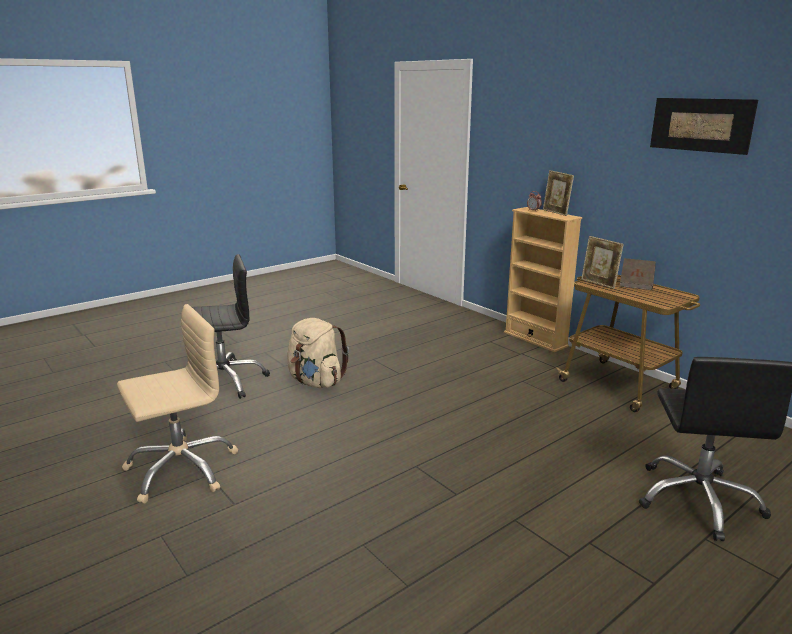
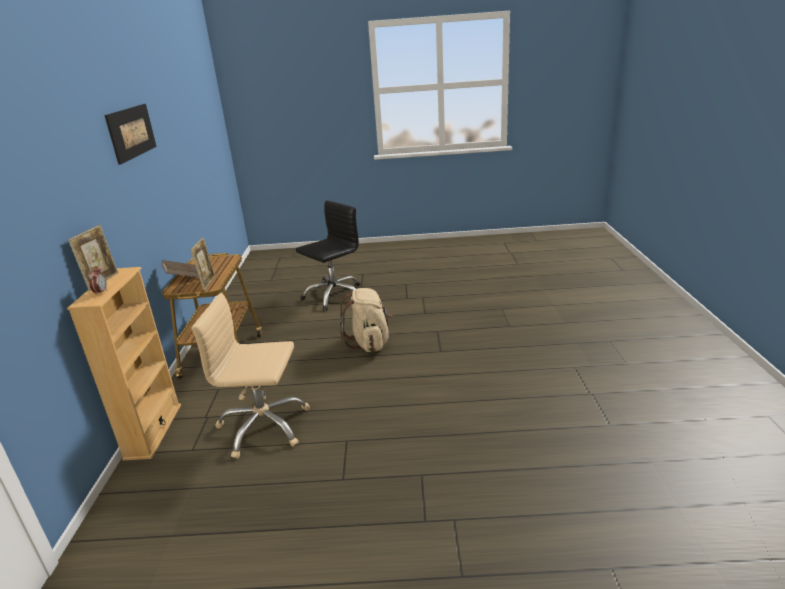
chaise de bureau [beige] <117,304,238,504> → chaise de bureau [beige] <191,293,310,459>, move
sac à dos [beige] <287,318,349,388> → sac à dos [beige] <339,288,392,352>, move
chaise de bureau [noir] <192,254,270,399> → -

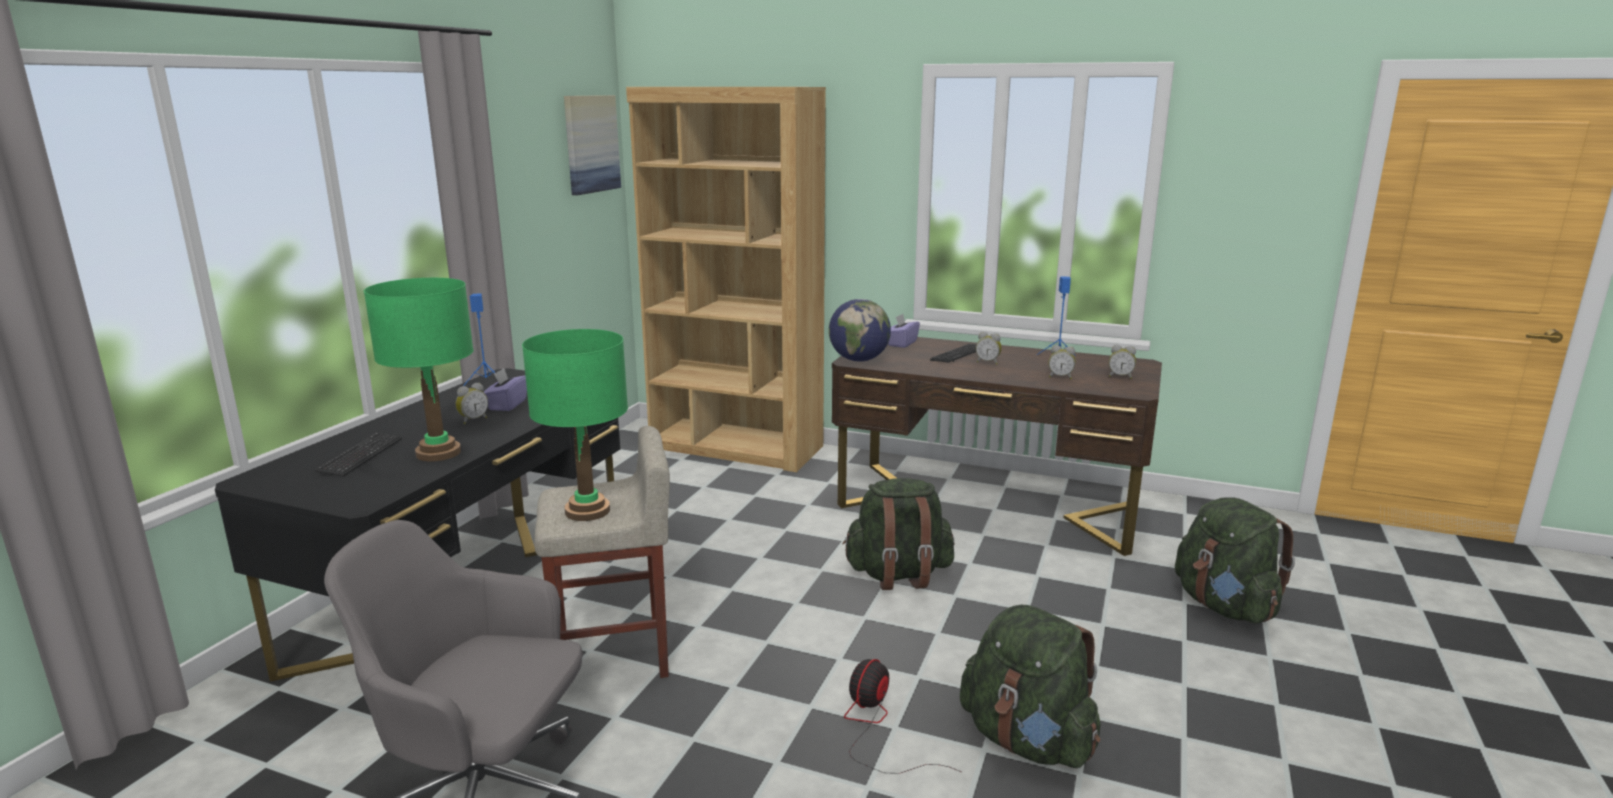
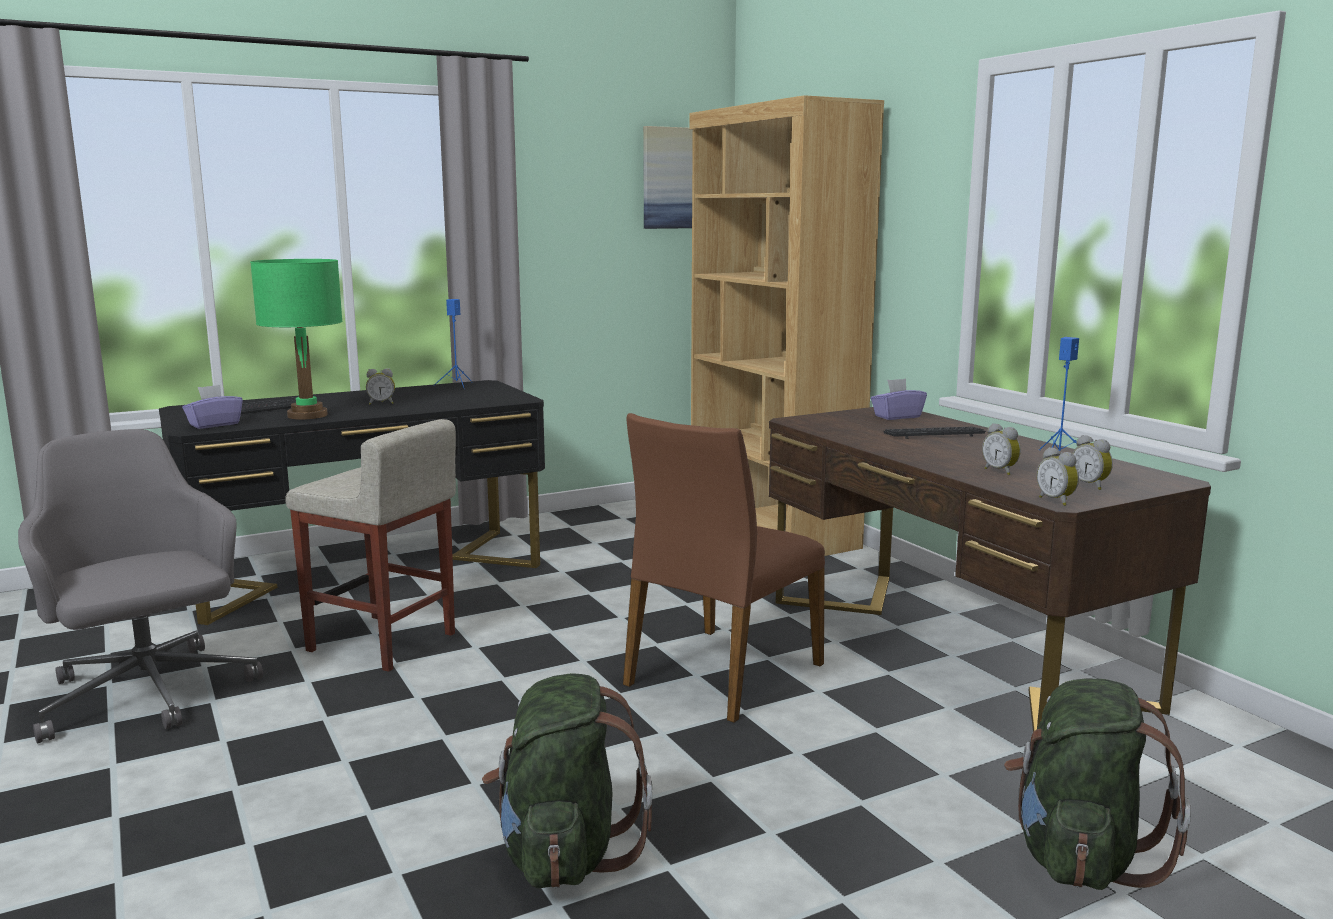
boîte à mouchoirs [violet] <483,368,527,411> → boîte à mouchoirs [violet] <182,385,243,429>, move
sac à dos [vert] <843,478,955,590> → chaise [marron] <623,413,825,723>
réveil <976,332,1002,365> → réveil <1037,447,1079,506>, move
lampe de table [vert] <522,329,628,521> → -
globe <829,299,891,362> → -
ventilateur <844,659,961,774> → -

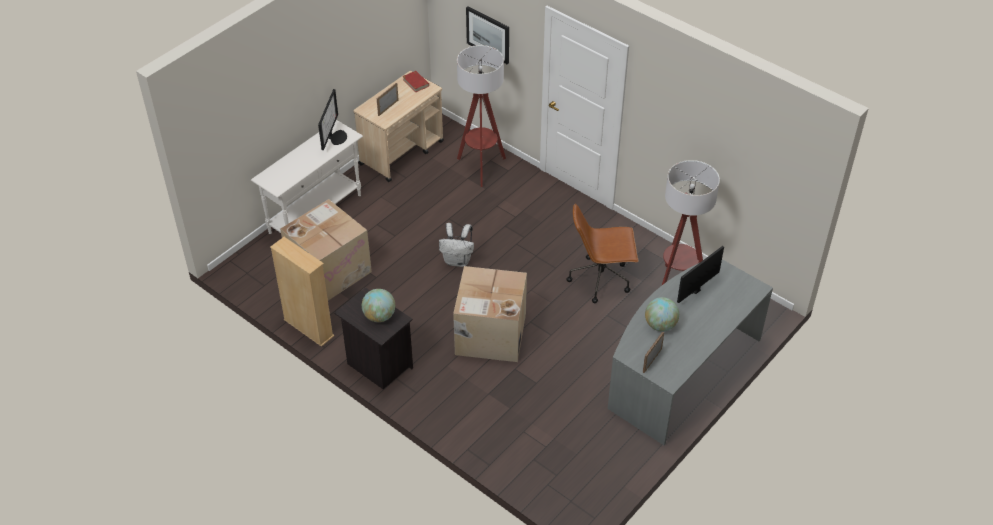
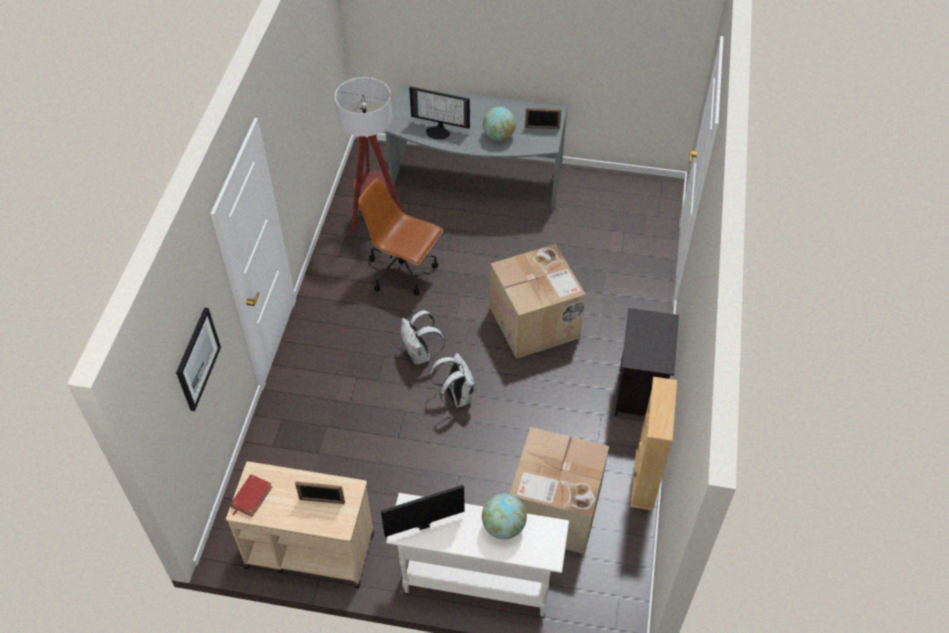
chaise de bureau [marron] <566,203,638,303> → chaise de bureau [marron] <358,178,443,295>, 150 degrees clockwise
- → sac à dos [blanc] <401,310,445,364>
globe <362,289,395,322> → globe <482,493,527,539>, move
lampadaire <457,45,506,187> → -

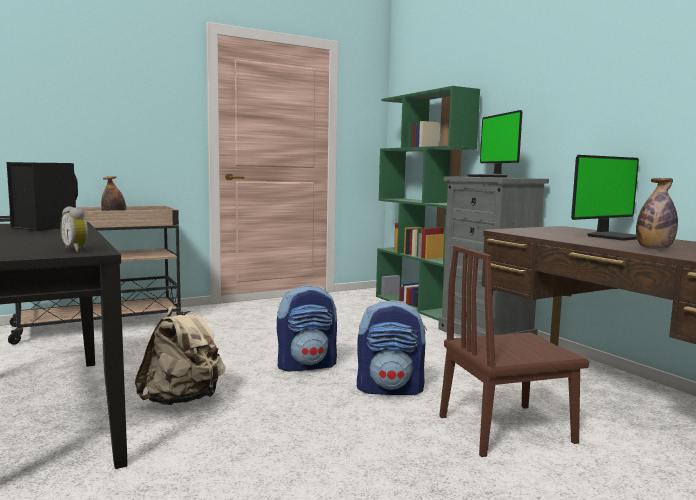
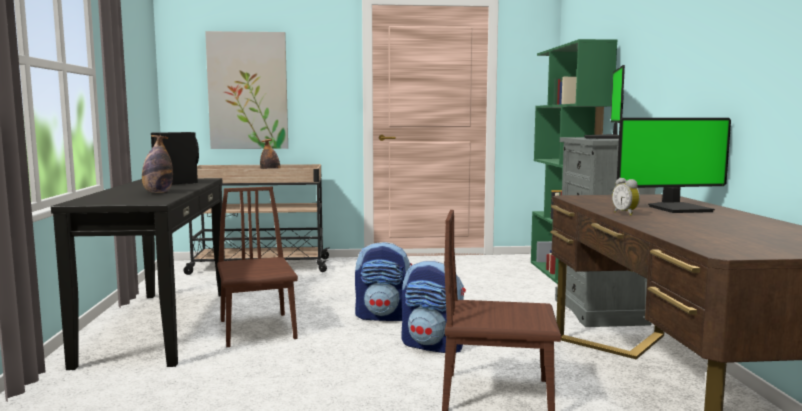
bouteille <636,178,678,249> → bouteille <142,135,173,193>, move
- → tableau <205,31,288,149>
sac à dos [beige] <135,303,225,405> → chaise [marron] <217,187,298,347>
réveil <60,206,88,252> → réveil <612,178,640,216>, move

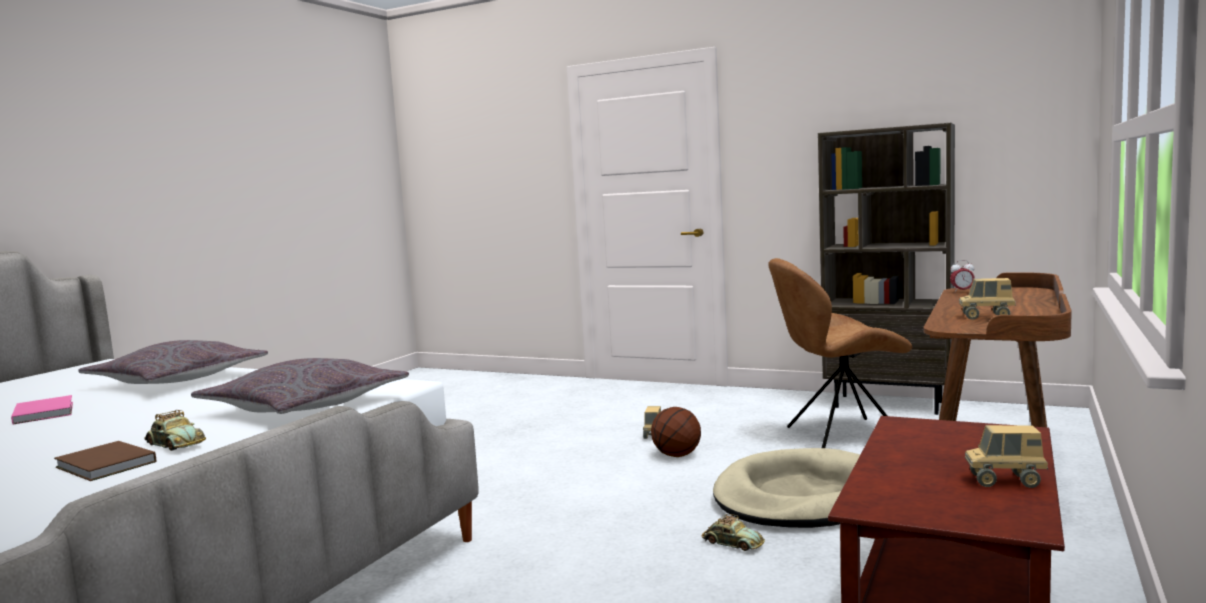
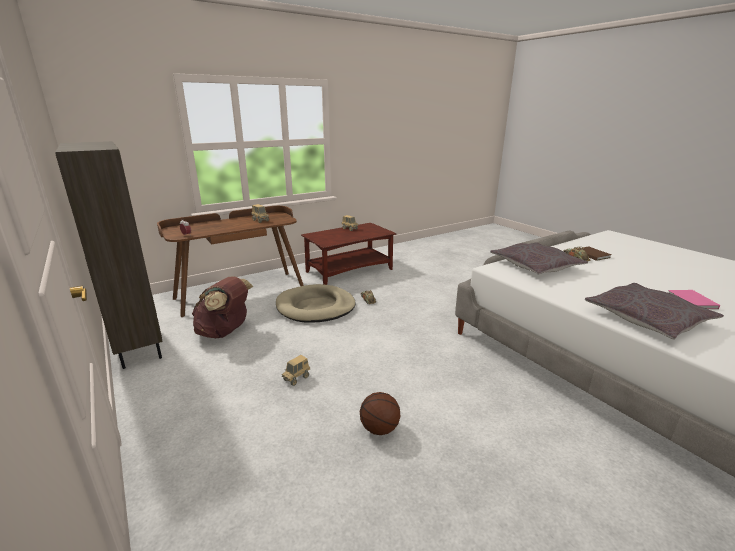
chaise [marron] <768,258,913,448> → sac à dos [marron] <192,276,253,338>
ballon de basket <651,407,701,457> → ballon de basket <360,392,401,435>, move

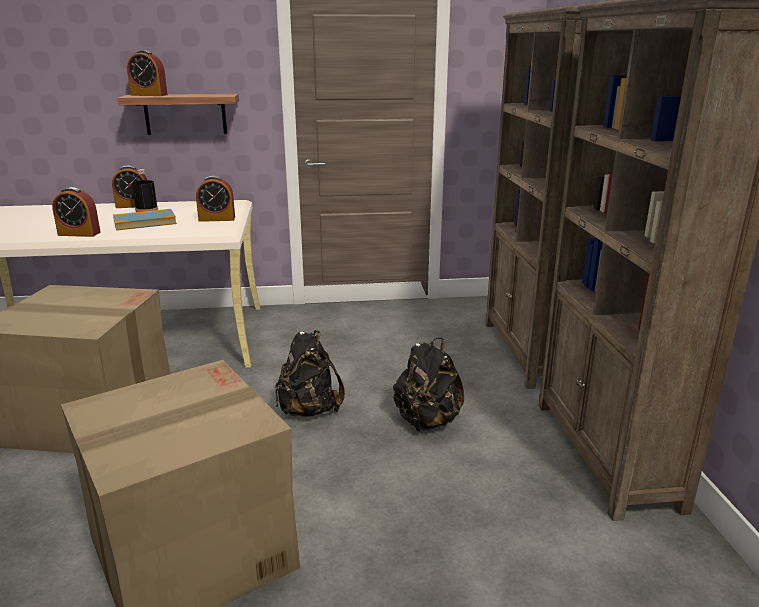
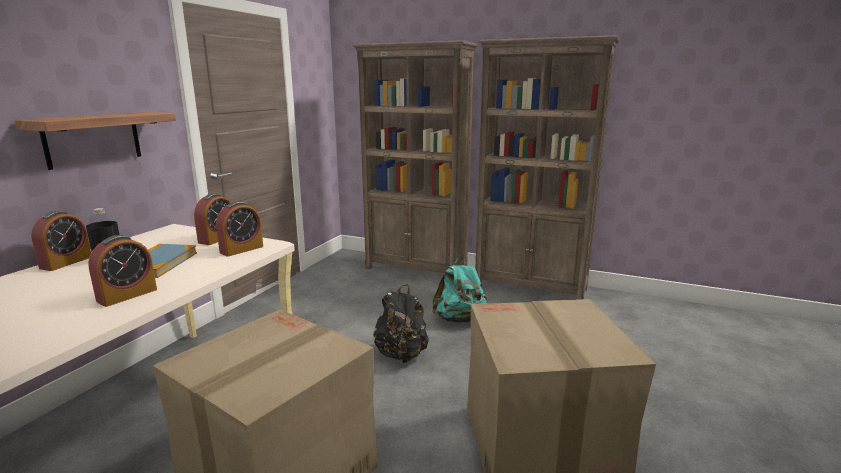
réveil <127,50,168,96> → réveil <216,201,263,257>, move
sac à dos [noir] <393,338,464,432> → sac à dos [turquoise] <432,257,487,323>

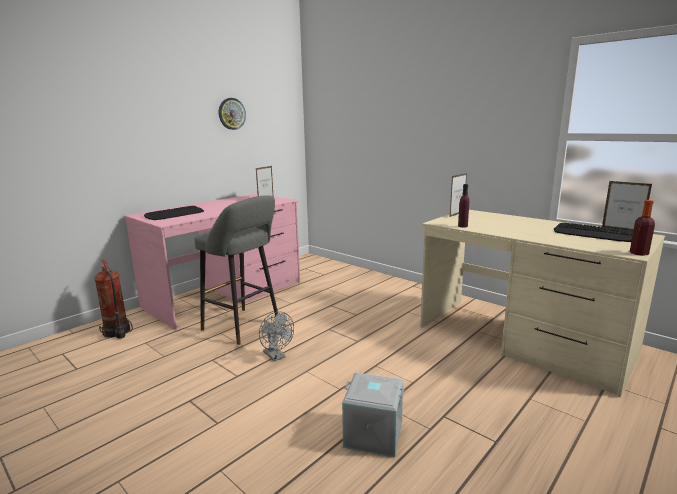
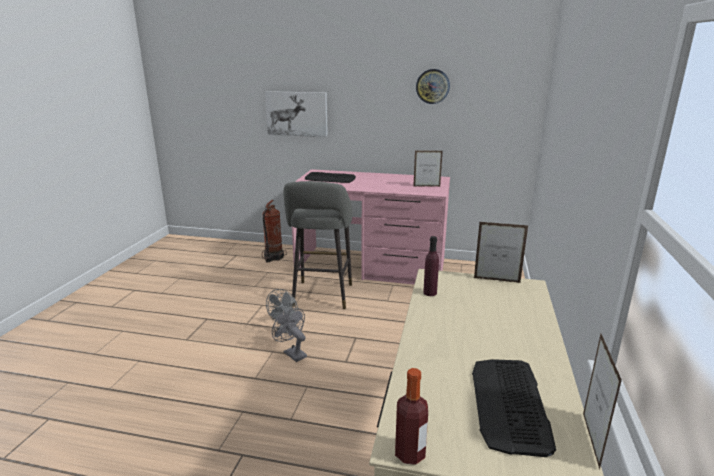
- → tableau <265,91,328,137>
- → ventilateur [gris] <272,308,307,362>
boîte de rangement [gris] <342,373,404,457> → -

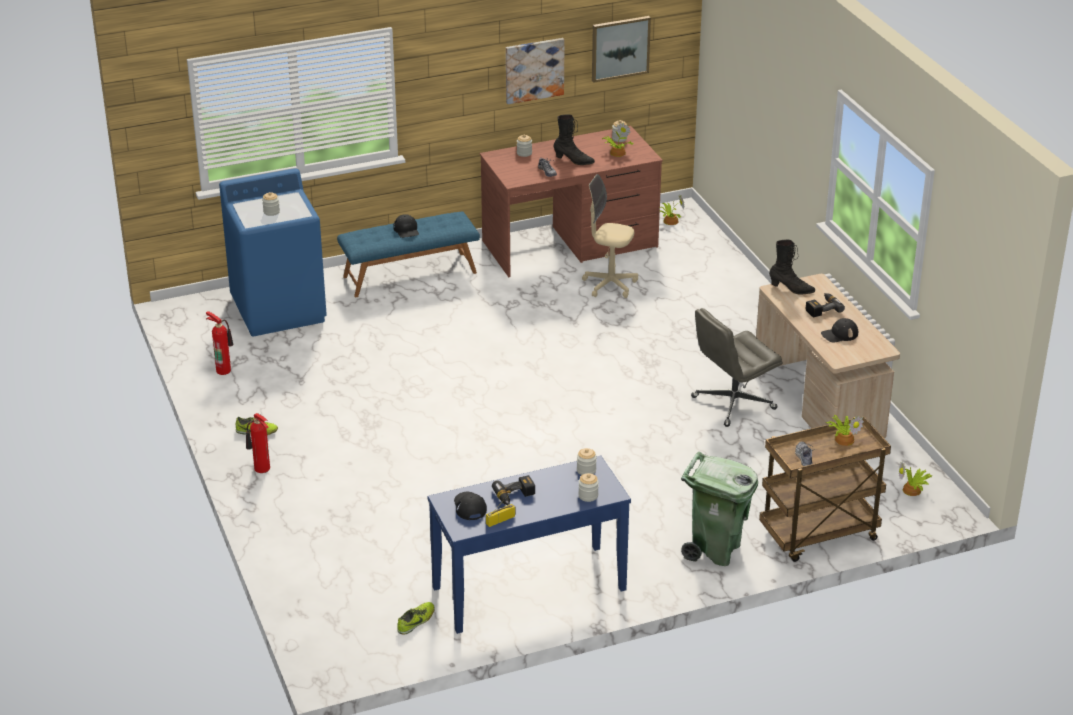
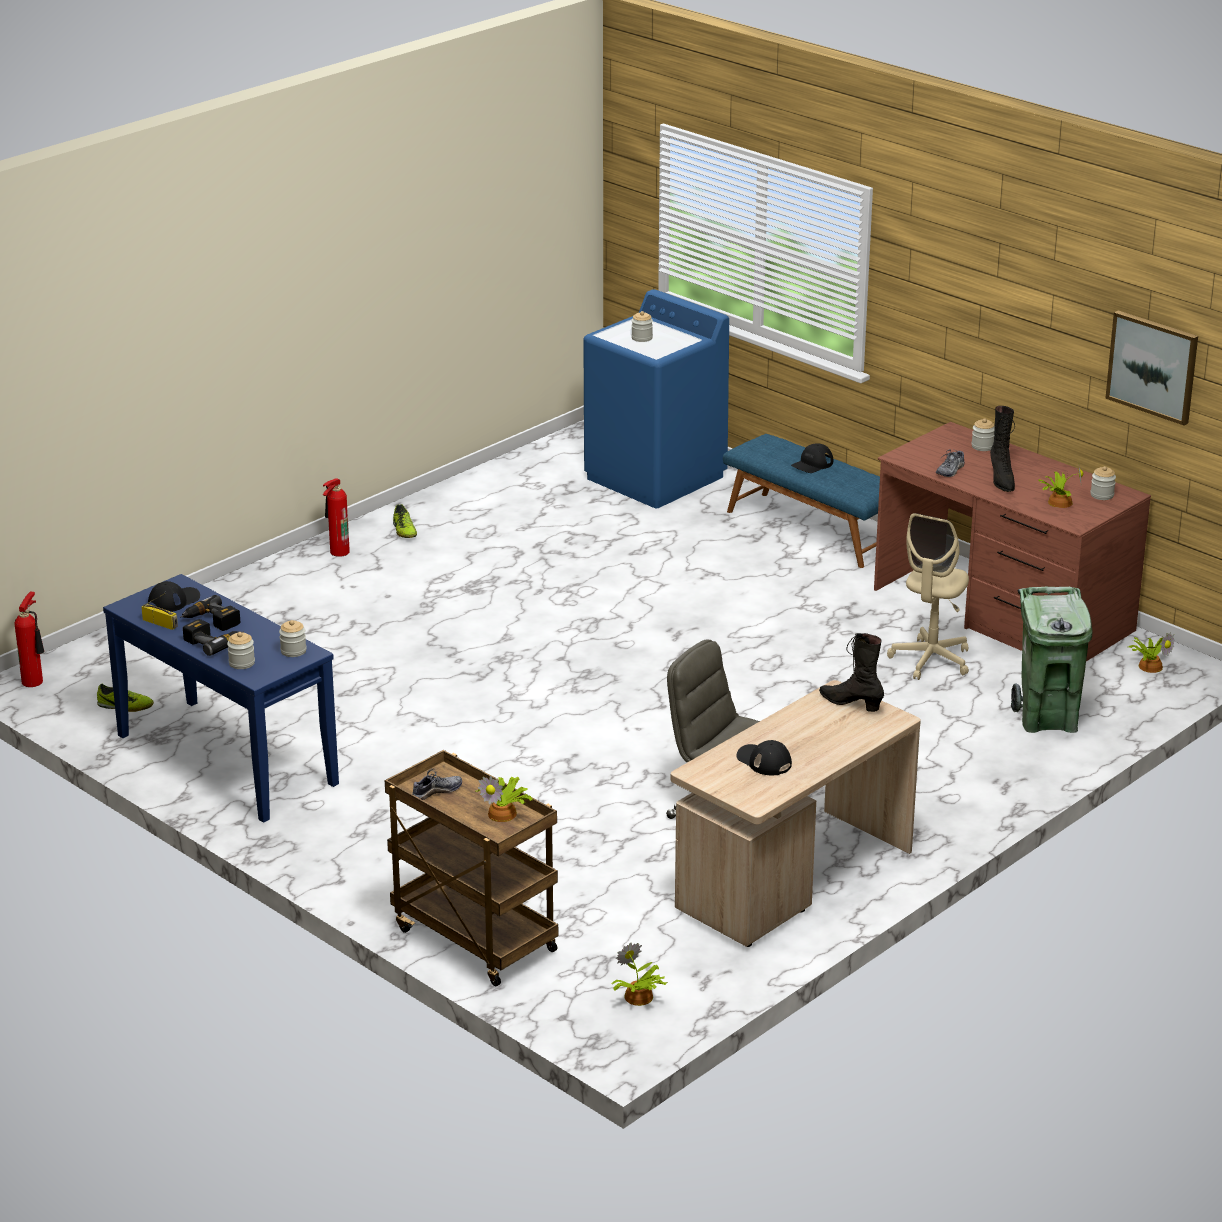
extincteur <206,311,233,375> → extincteur <14,591,44,687>, move
perceuse <806,293,845,318> → perceuse <183,619,244,656>, move
botte [noir] <769,240,815,295> → botte [noir] <819,633,884,712>, 135 degrees clockwise
chaise de bureau [beige] <582,174,638,298> → chaise de bureau [beige] <887,513,969,680>, 150 degrees counterclockwise
poubelle [vert] <681,452,758,566> → poubelle [vert] <1011,587,1093,733>, move
tableau <506,38,565,104> → -

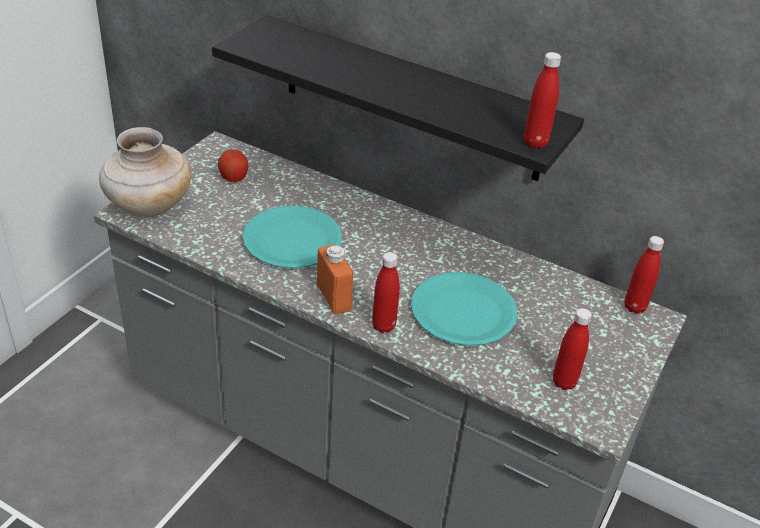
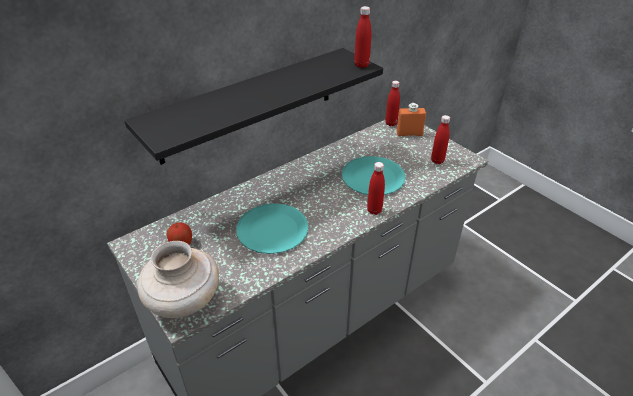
bouteille [orange] <317,244,353,315> → bouteille [orange] <397,103,426,137>, move

